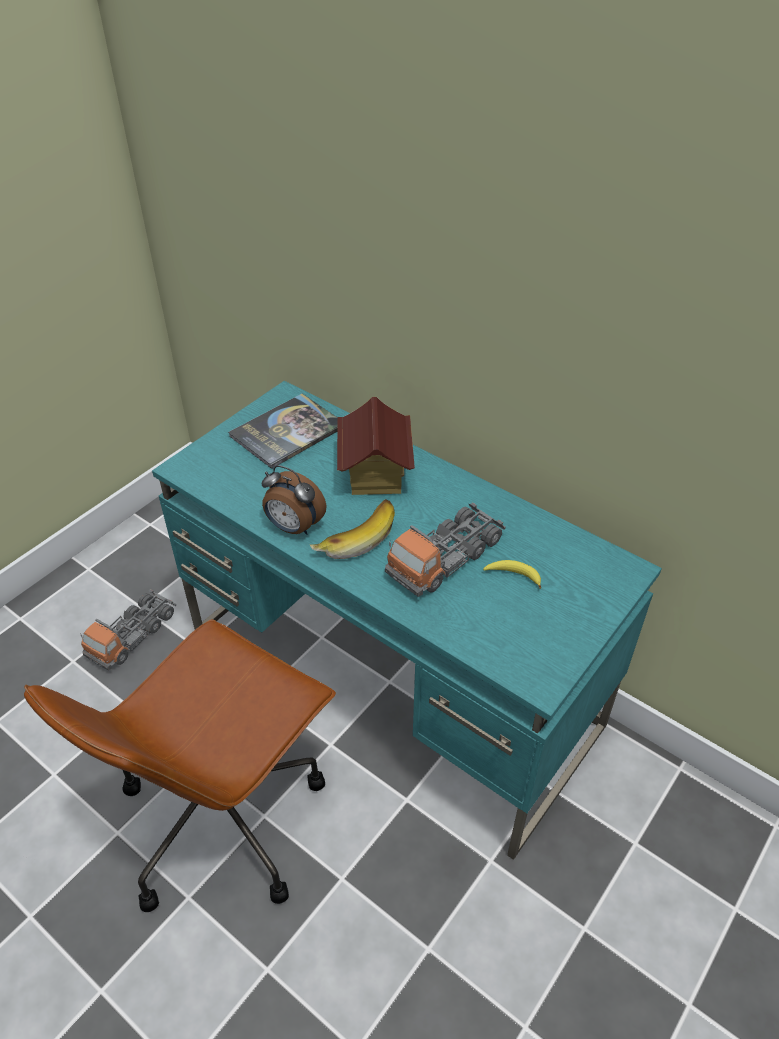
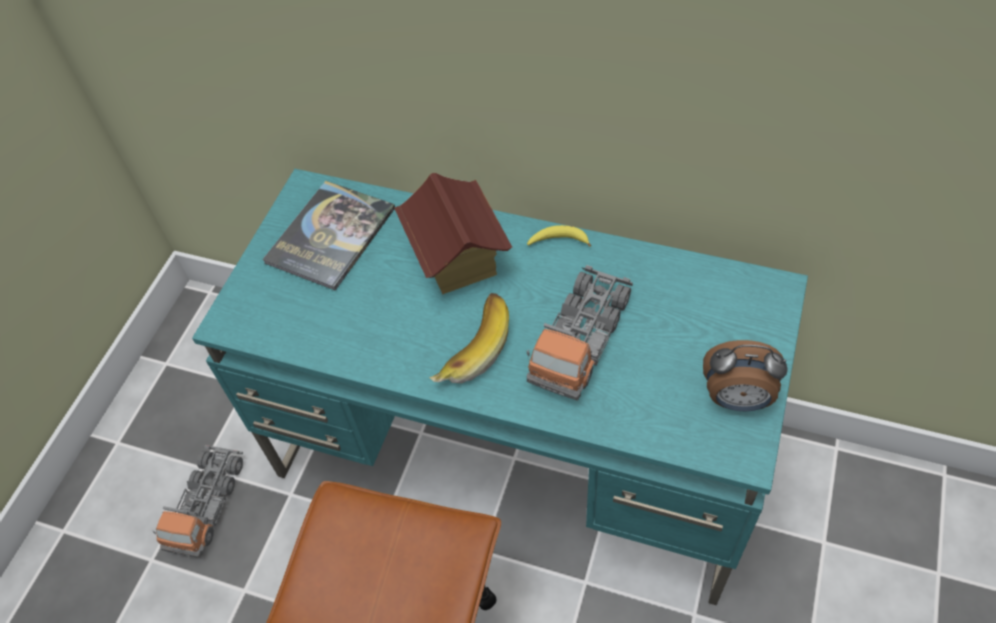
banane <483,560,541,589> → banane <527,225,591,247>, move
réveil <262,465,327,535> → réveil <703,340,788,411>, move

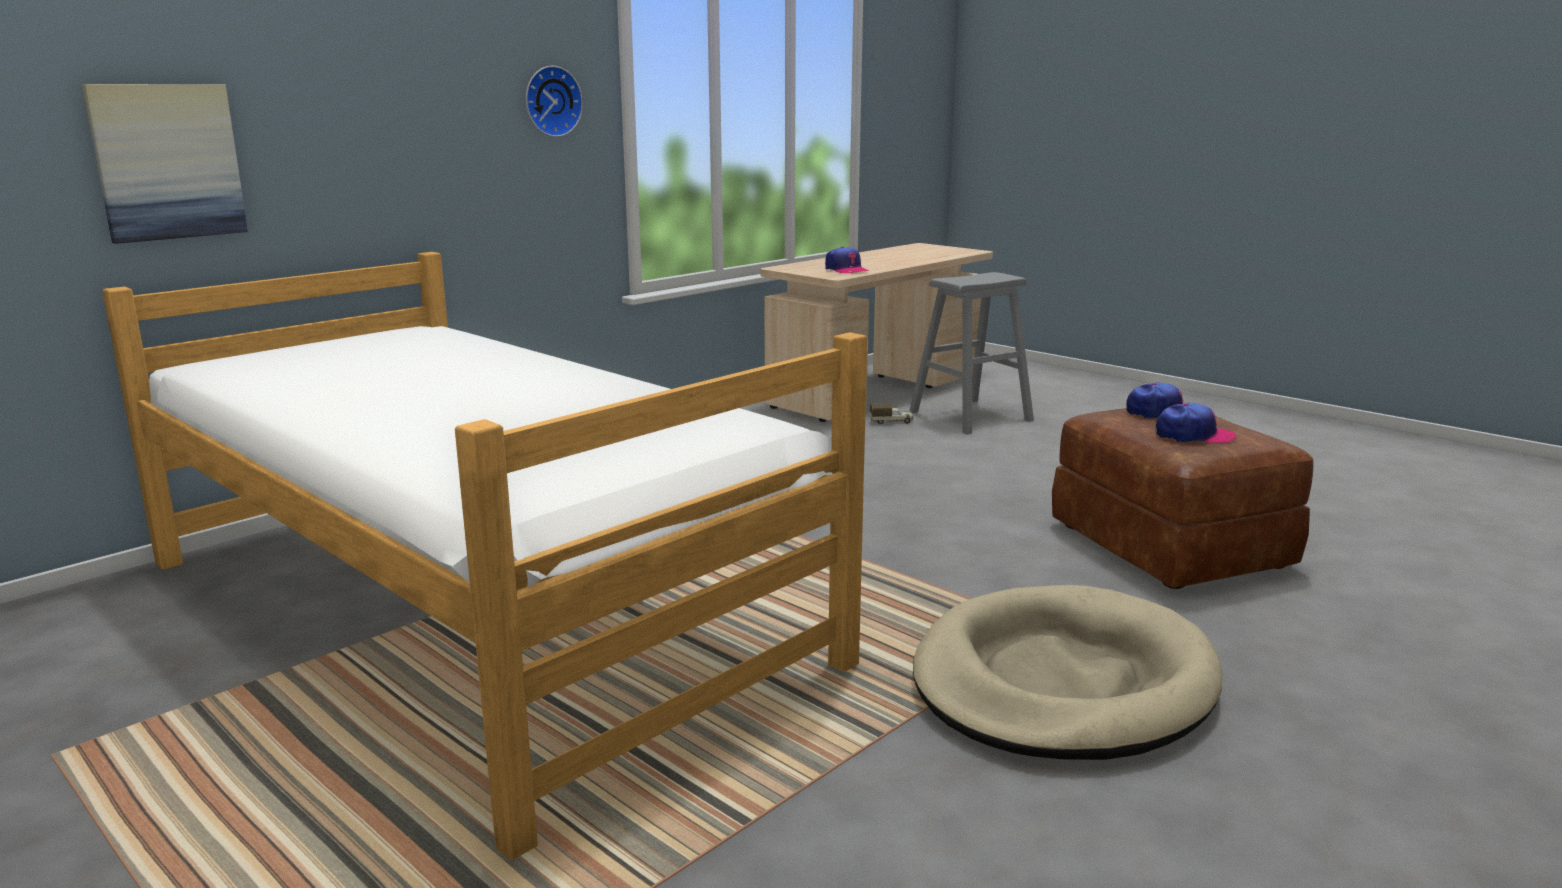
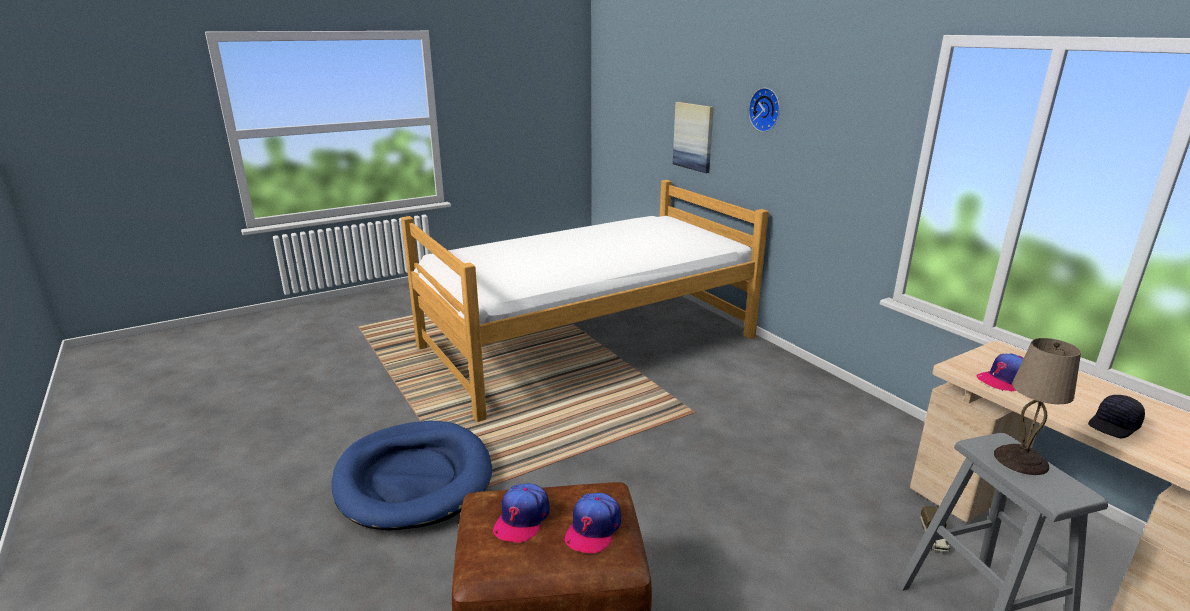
panier pour chien [beige] <913,585,1223,760> → panier pour chien [bleu] <331,421,492,531>
horloge murale <526,66,583,137> → horloge murale <749,88,780,132>, move
- → lampe de table [beige] <994,338,1081,475>
- → casquette [noir] <1088,395,1145,438>

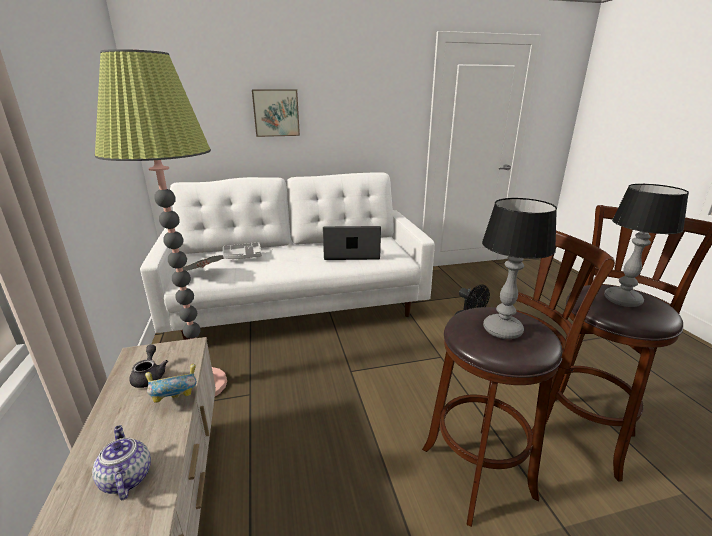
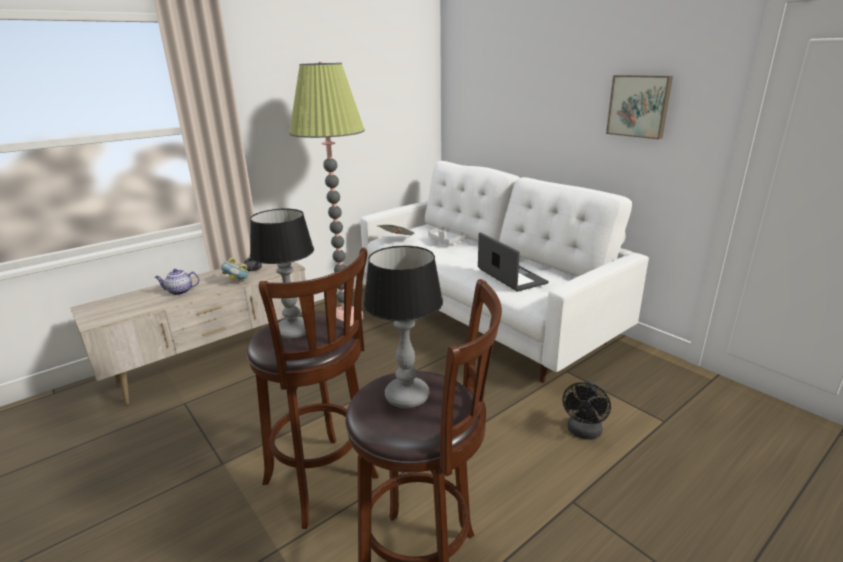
théière <92,425,151,500> → théière <154,269,200,295>, 135 degrees counterclockwise
tableau <252,89,300,137> → tableau <606,75,673,139>, move

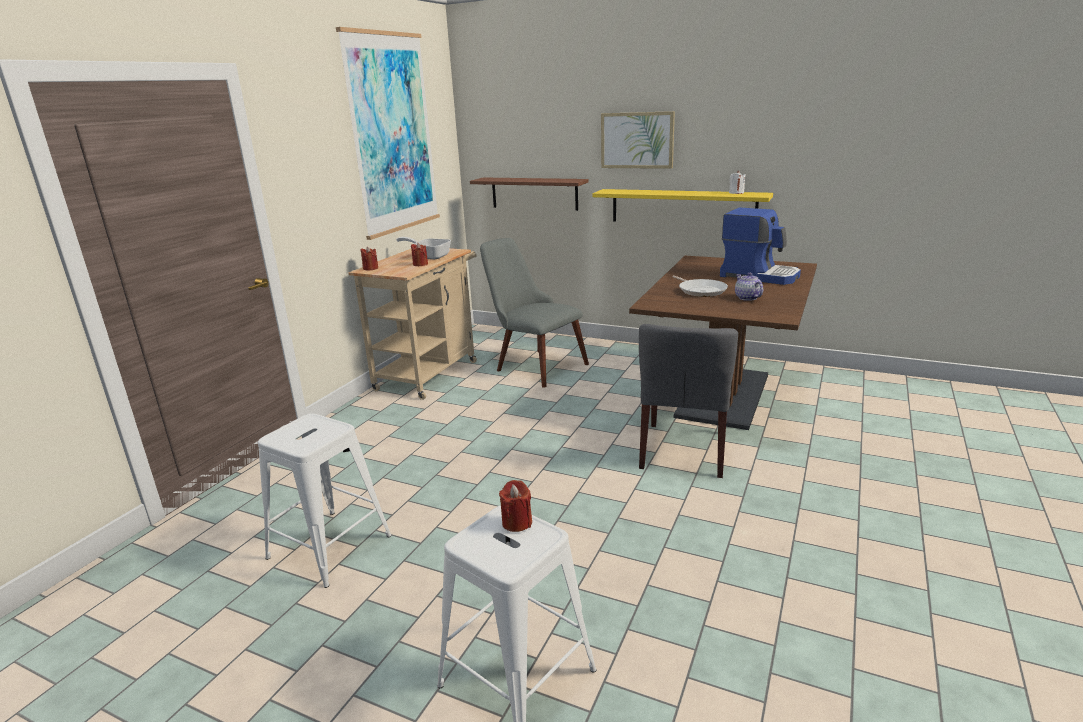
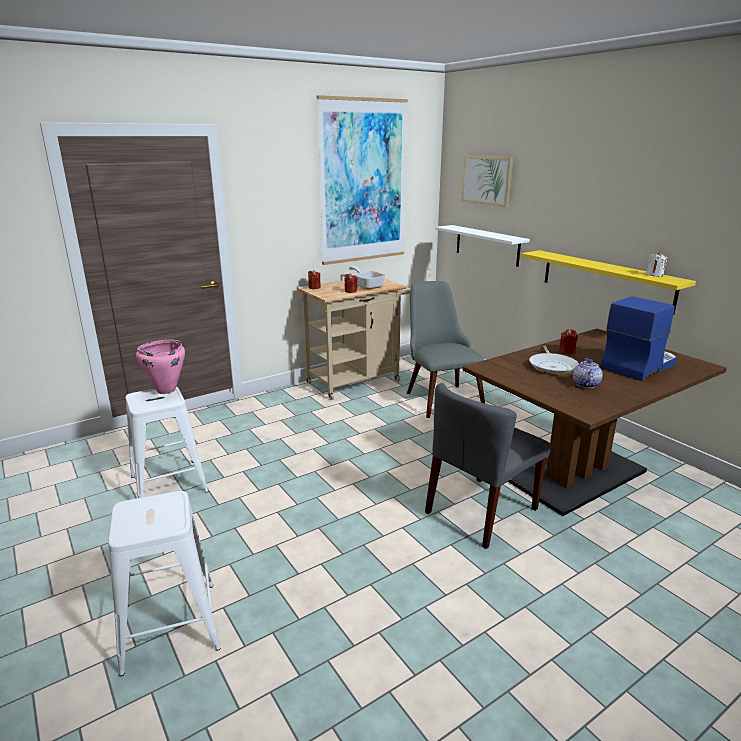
- → marmite [rose] <136,339,185,394>
étagère [marron] <470,177,589,211> → étagère [blanc] <435,225,530,267>
tableau <601,111,675,169> → tableau <462,156,513,207>, move
bougie [rouge] <499,480,532,532> → bougie [rouge] <559,329,578,354>, move
machine à café <720,207,801,285> → machine à café <600,296,677,381>, 105 degrees counterclockwise

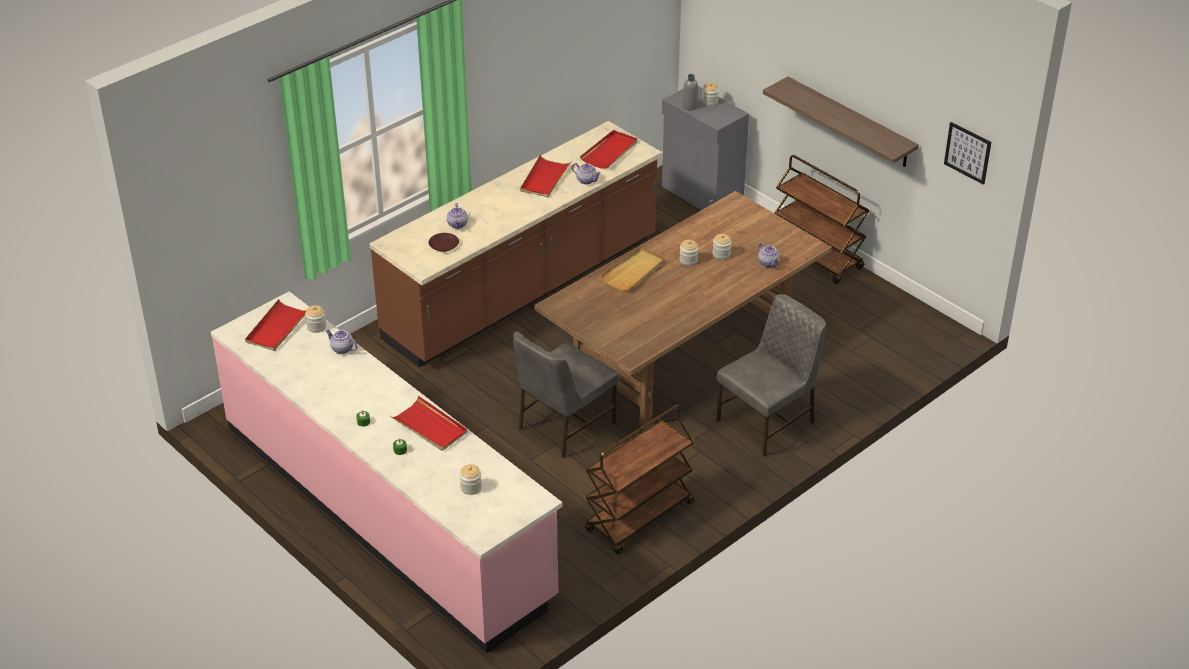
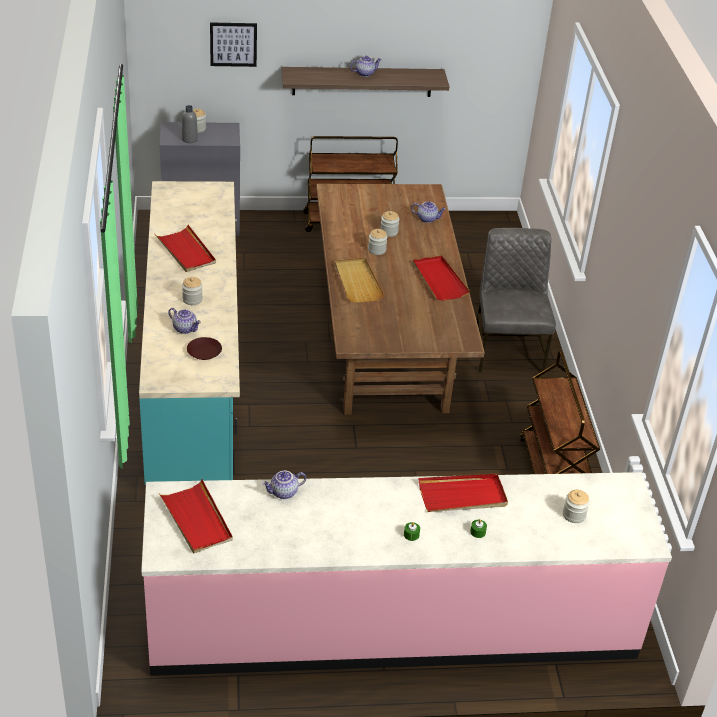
comptoir de cuisine [marron] <369,121,662,367> → comptoir de cuisine [turquoise] <139,181,240,485>
bocal <305,305,326,333> → bocal <182,277,203,305>, move
tableau <944,122,991,185> → tableau <210,23,257,67>, move
théière <572,163,601,184> → théière <350,56,381,77>, move
plateau [rouge] <580,130,638,169> → plateau [rouge] <413,255,470,301>, move
chaise [gris] <513,331,619,458> → -

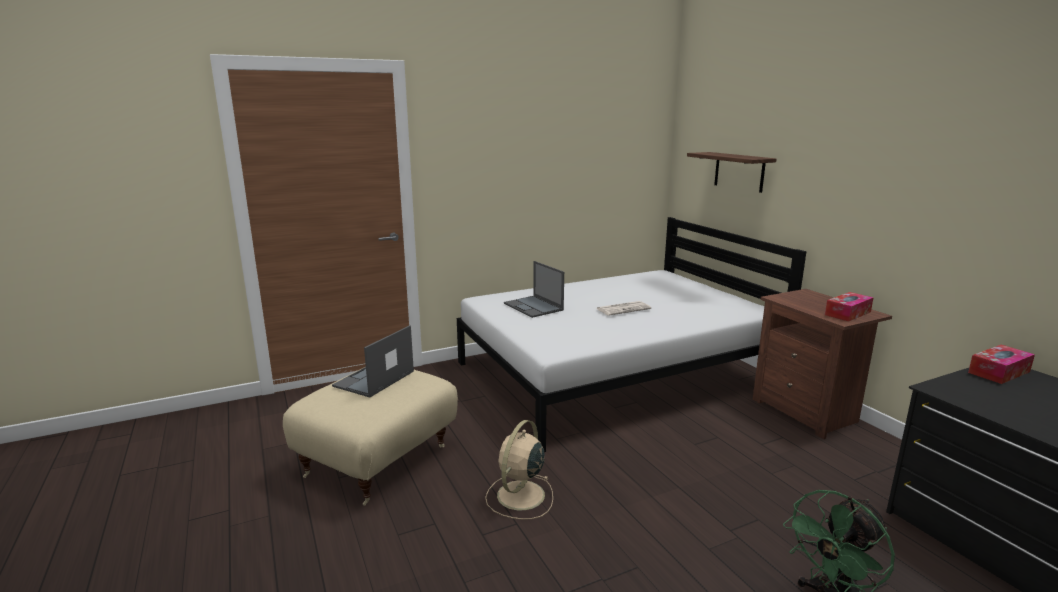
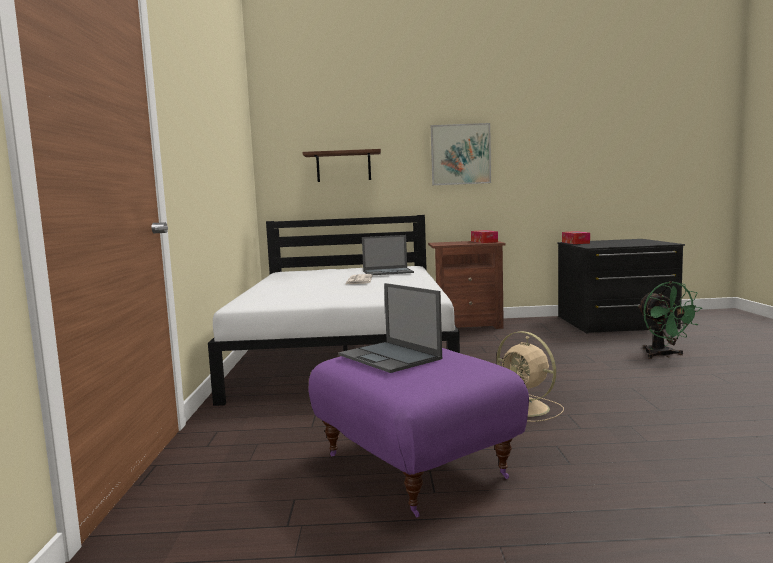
pouf [beige] <283,368,458,506> → pouf [violet] <309,348,529,517>
ordinateur portable <504,261,564,318> → ordinateur portable <362,235,414,275>, move
- → tableau <431,123,491,185>

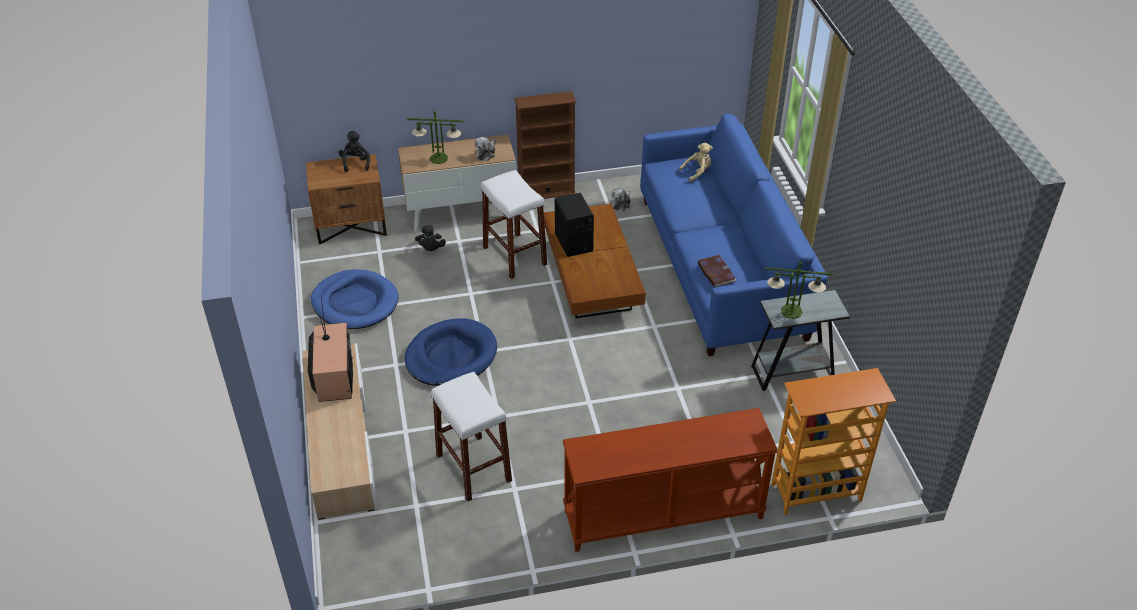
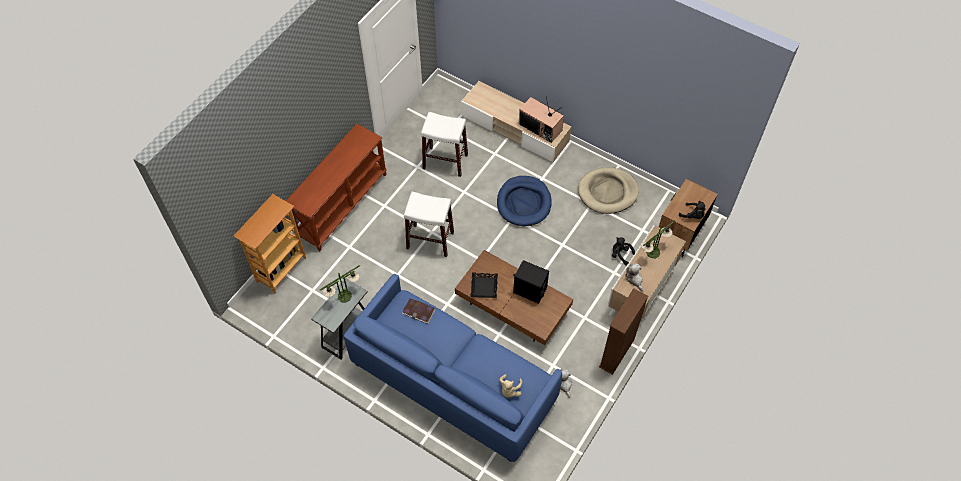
tabouret [blanc] <481,170,547,279> → tabouret [blanc] <404,191,454,257>, move
- → plateau [noir] <471,272,498,298>
panier pour chien [bleu] <311,269,399,329> → panier pour chien [beige] <578,167,639,214>

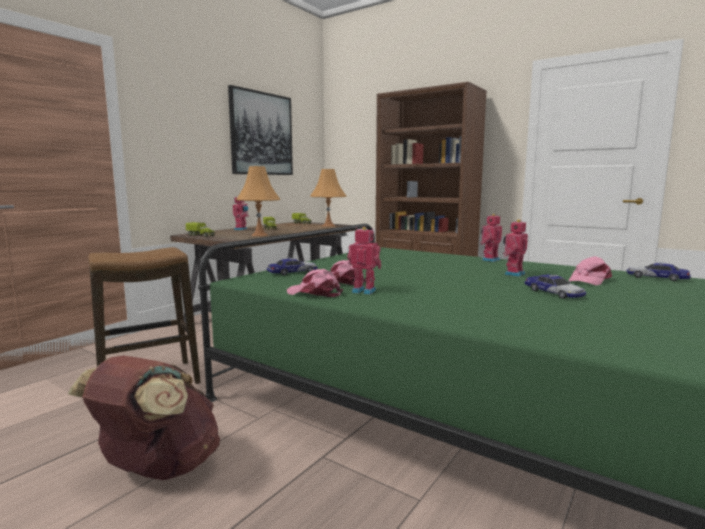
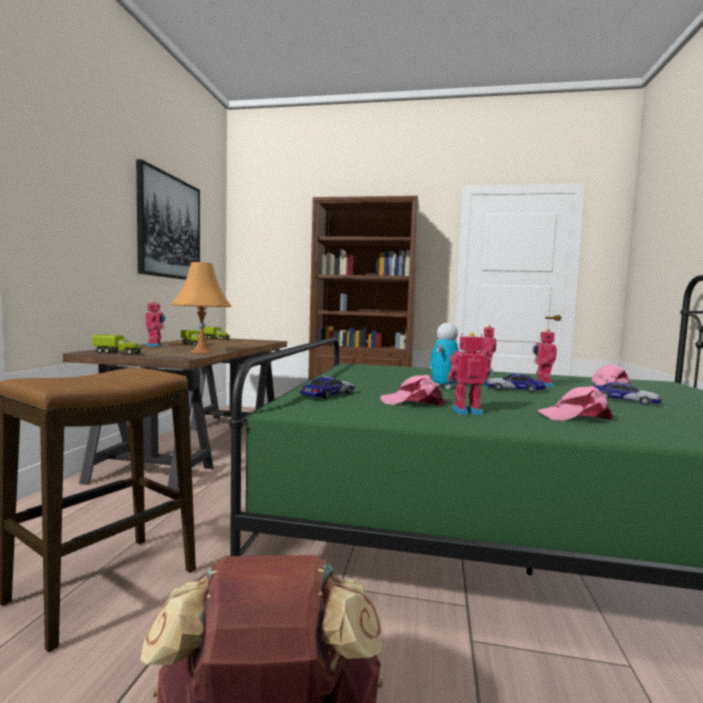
- → robot jouet <430,323,459,389>
petite voiture <627,262,691,281> → petite voiture <485,373,546,392>, move
casquette [rose] <287,269,343,297> → casquette [rose] <536,386,613,421>, move
lampe de table [orange] <310,169,346,227> → -

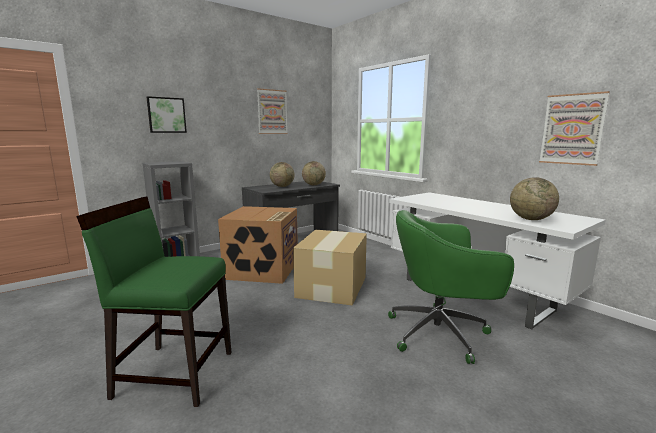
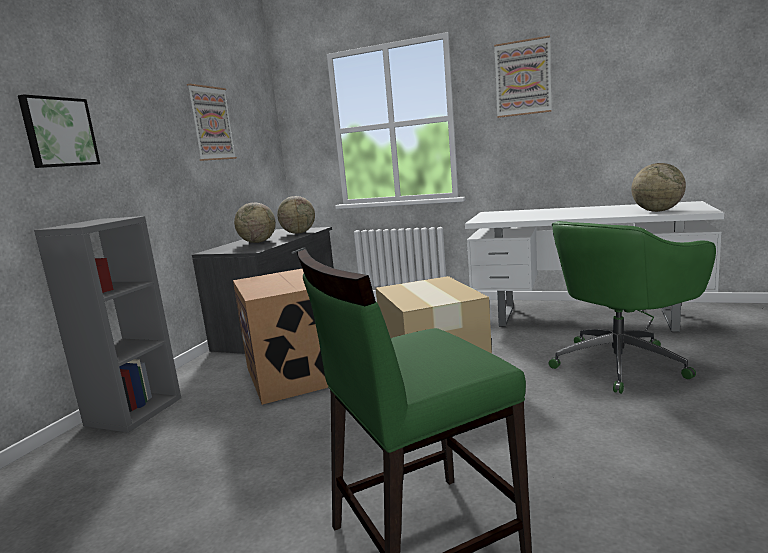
tableau <539,91,610,166> → tableau <494,36,552,118>, move

